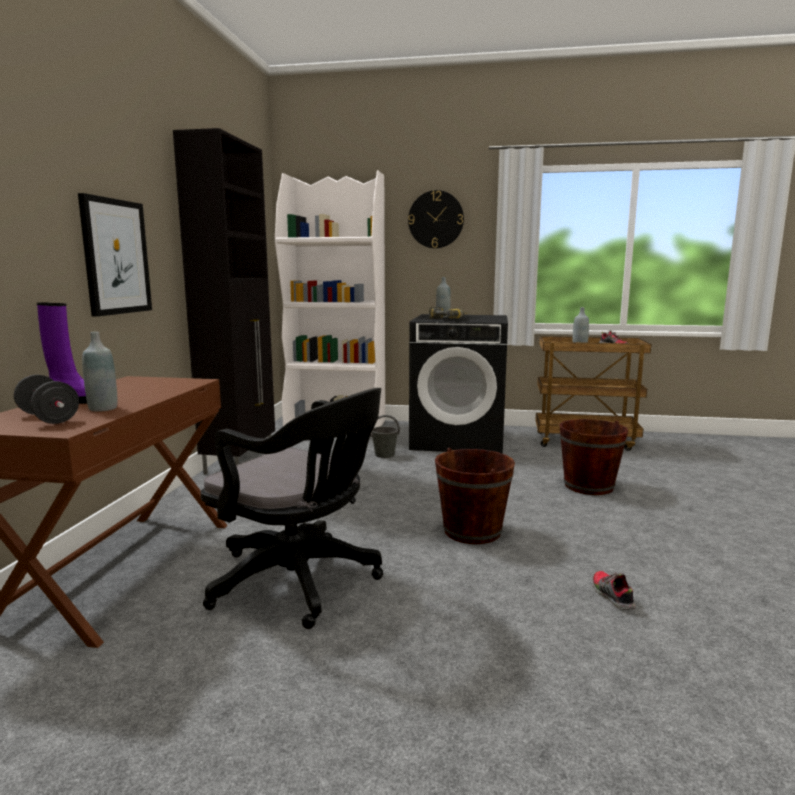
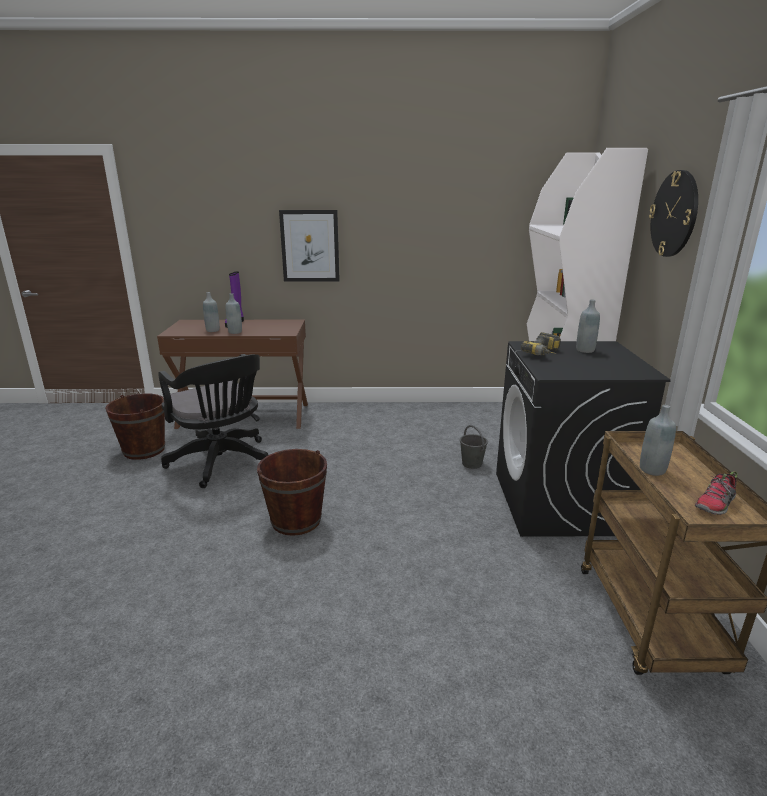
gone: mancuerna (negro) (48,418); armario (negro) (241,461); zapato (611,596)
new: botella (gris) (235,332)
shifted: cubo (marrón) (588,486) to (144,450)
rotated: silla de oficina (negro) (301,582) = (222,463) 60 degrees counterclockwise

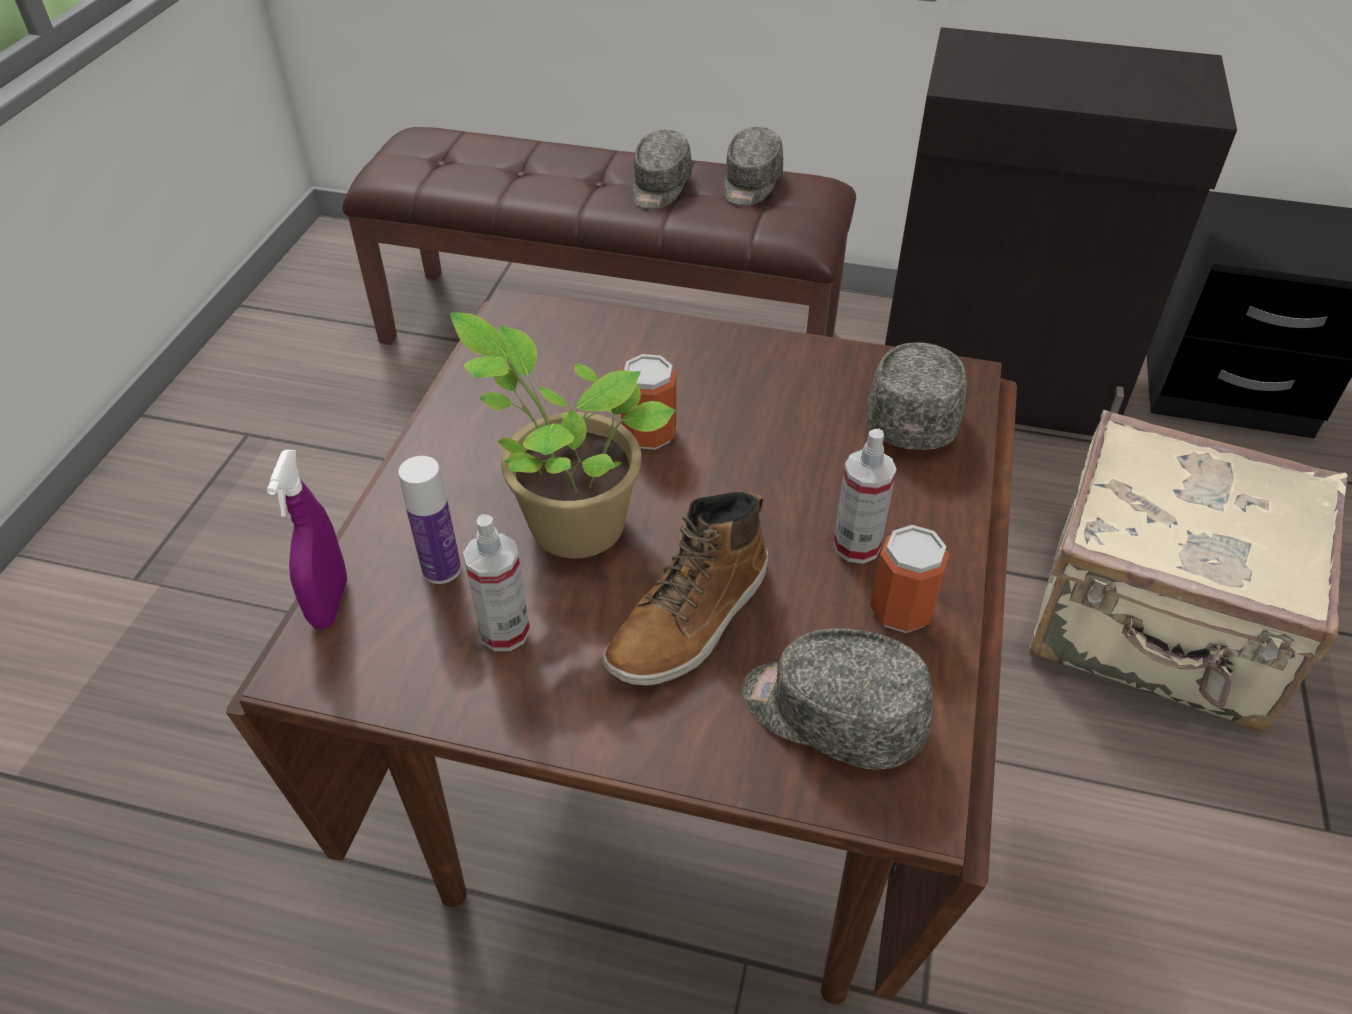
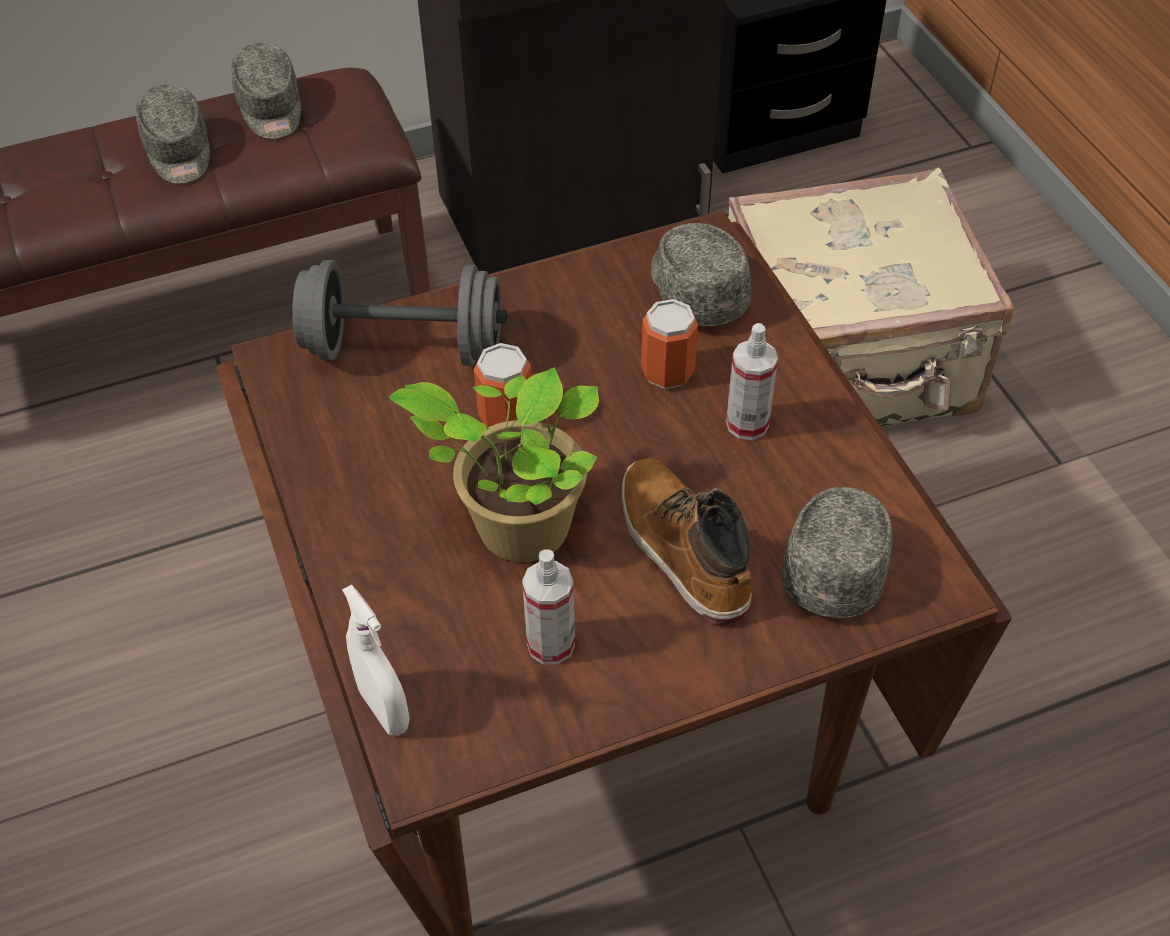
gone: botella (441,569)
new: mancuerna (gris) (404,347)
shifted: lata (901,610) to (667,372)
repainted: pulverizador (morado) (329,603) to pulverizador (blanco) (384,709)
rotated: bota (691,620) = (681,551) 150 degrees clockwise; gorra (gris) (832,714) = (838,561) 120 degrees clockwise

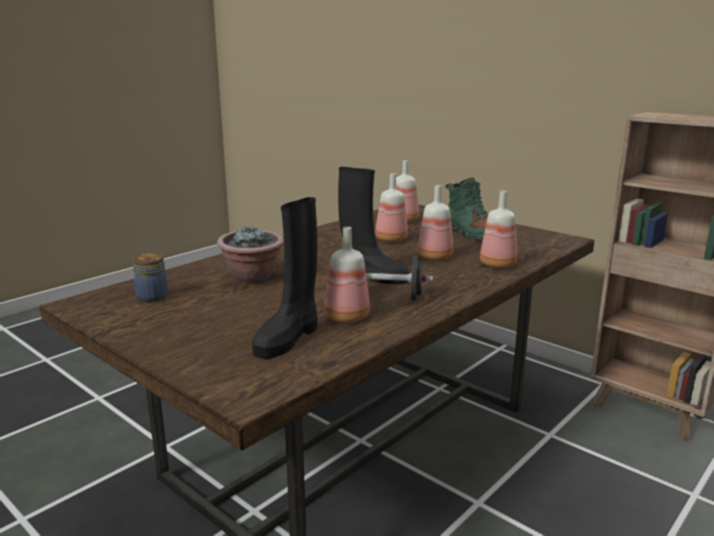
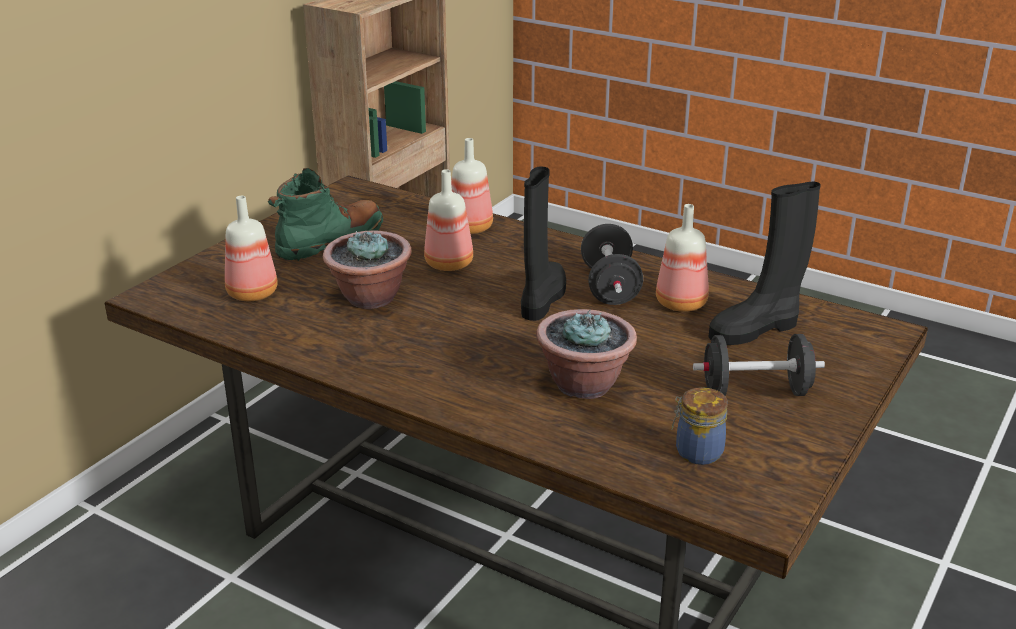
new: mancuerna (negro) (755,391)
swapped: botella (390,239) to planta en maceta (370,298)
rotated: bota (negro) (288,338) = (756,329) 135 degrees clockwise

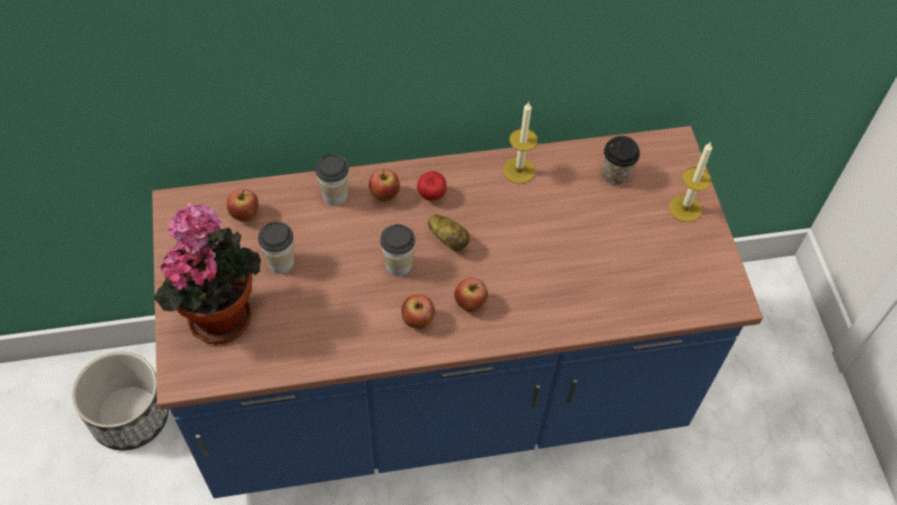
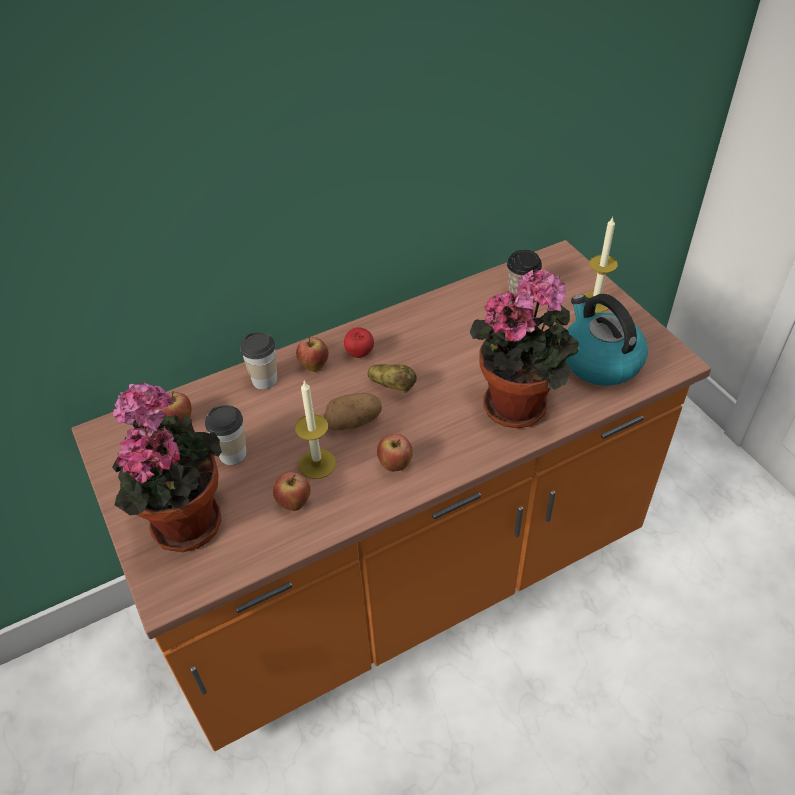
gone: maceta (130,416)
new: planta en maceta (520,404); hervidor (599,361)
shifted: manzana (470,304) to (294,503); vela (519,170) to (317,464)
swapped: taza (398,265) to patata (353,422)
repainted: mueble bajo de cocina (azul) (442,396) to mueble bajo de cocina (naranja) (404,578)

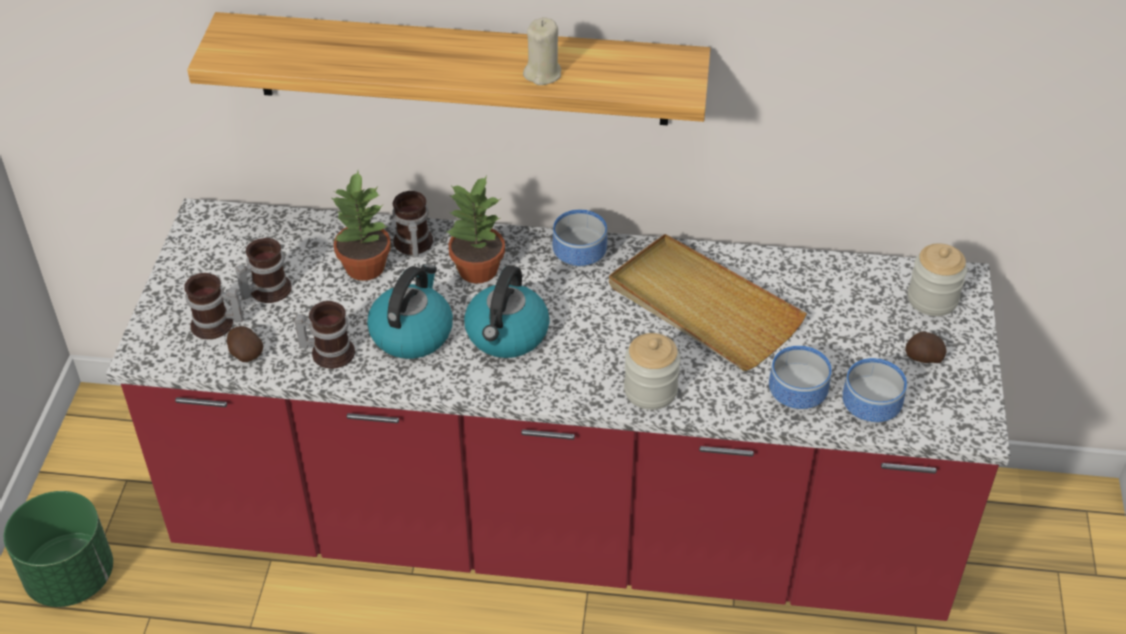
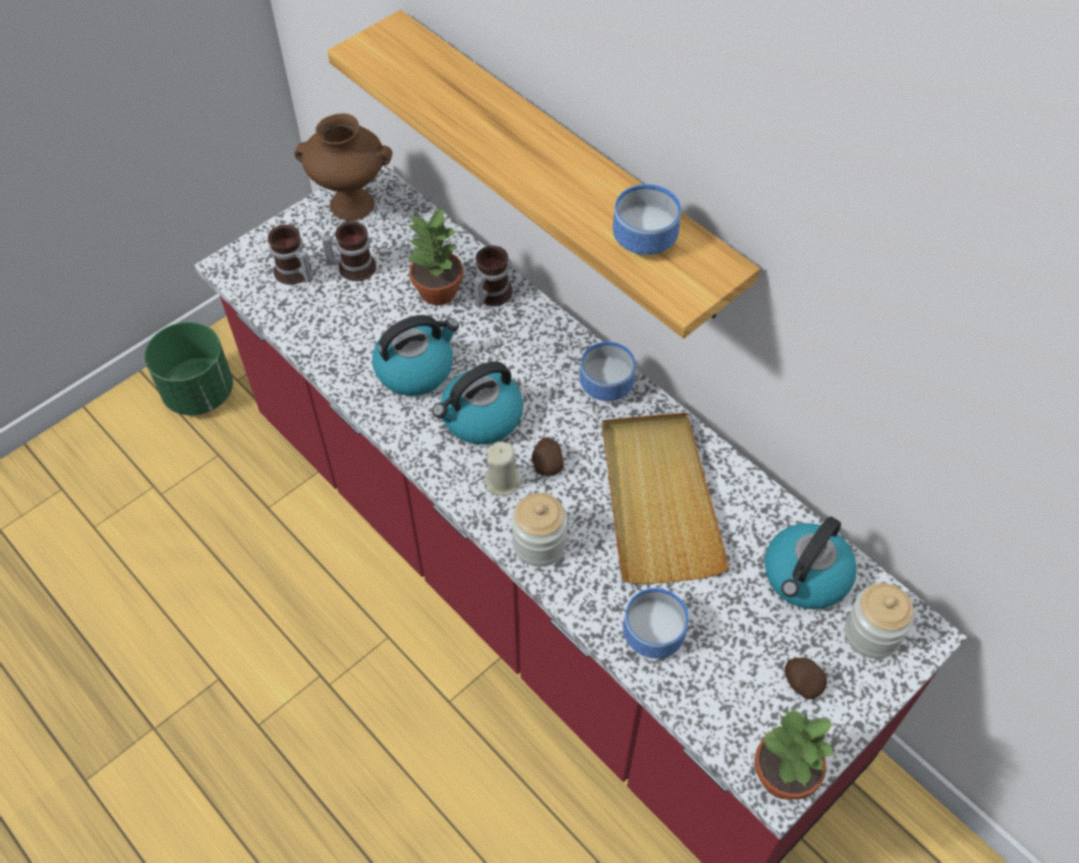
gone: taza grande (329,351)
new: florero (marrón) (351,206); hervidor (805,577)
shifted: patata (245,353) to (547,464); planta en maceta (476,270) to (782,775); vela (beis) (543,74) to (503,481); cuenco (870,405) to (646,238)

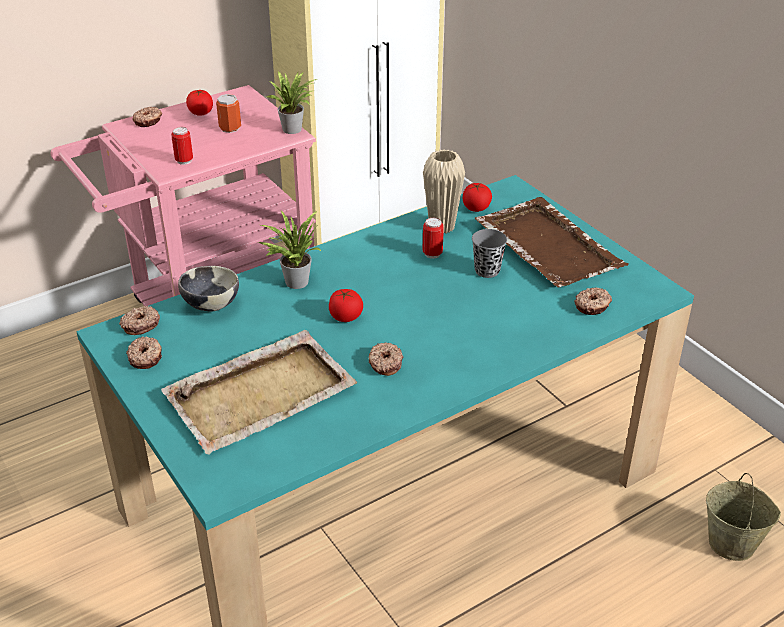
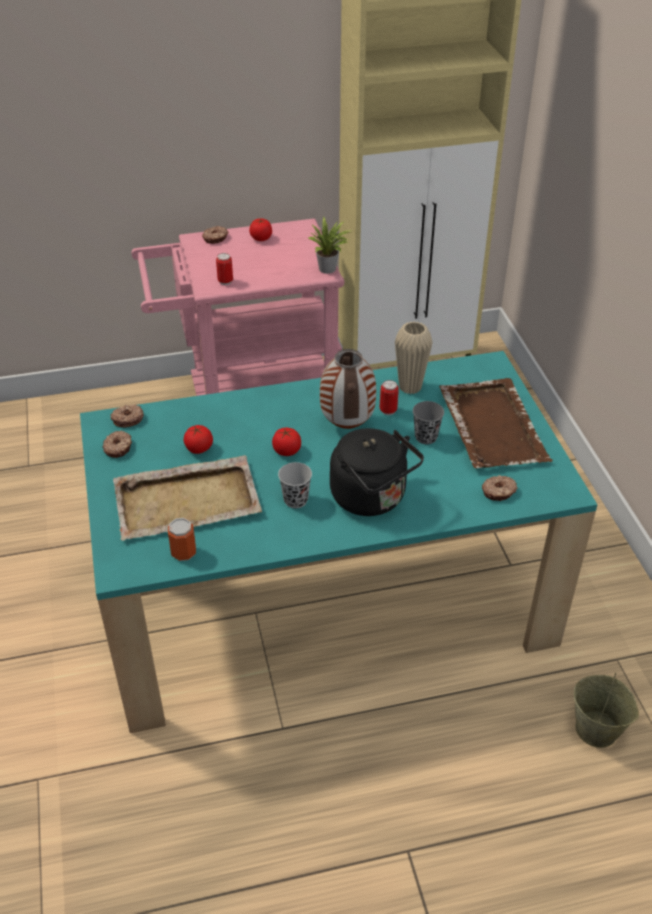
gone: cuenco (210,305); planta en maceta (294,281)
new: florero (346,425); hervidor (negro) (372,498)
shifted: lata (230,128) to (183,552); tomate (476,208) to (199,448)
swapped: rosquilla (385,364) to taza (negro) (295,500)

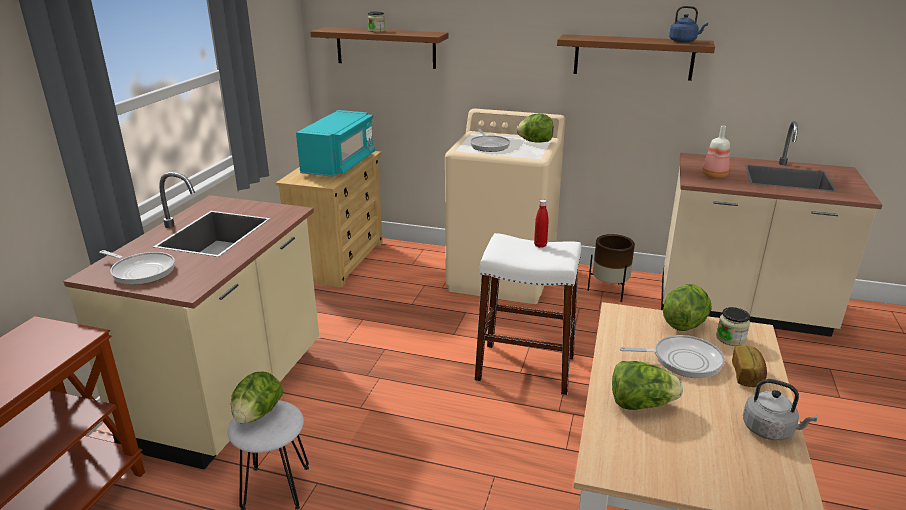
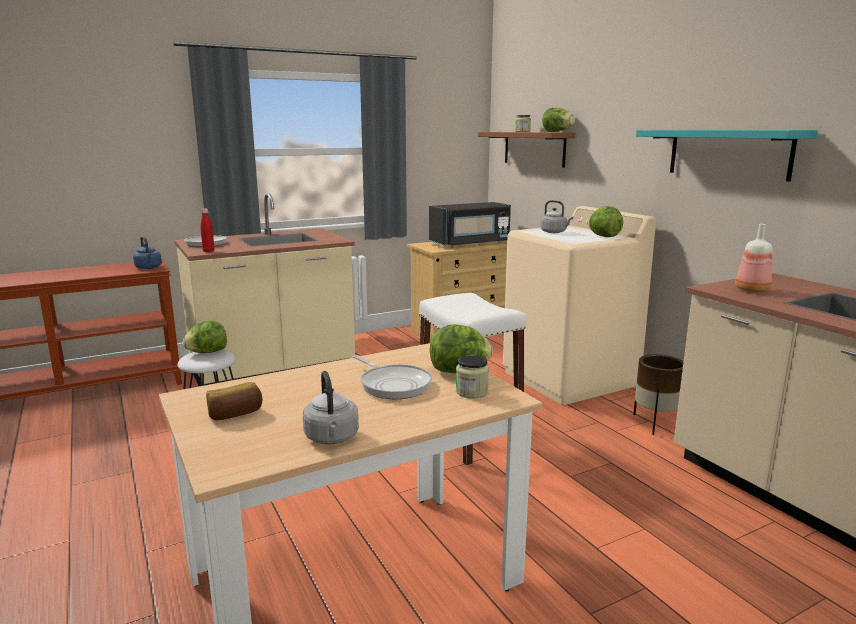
shifted: botella (rojo) (540,245) to (208,251); lechuga (641,404) to (557,132); hervidor (azul) (684,41) to (149,268); pan (747,376) to (235,414)
swapped: sartén (489,145) to hervidor (gris) (554,232)
repainted: microondas (turquesa) (339,164) to microondas (negro) (470,244); estante (marrón) (633,57) to estante (turquesa) (728,153)

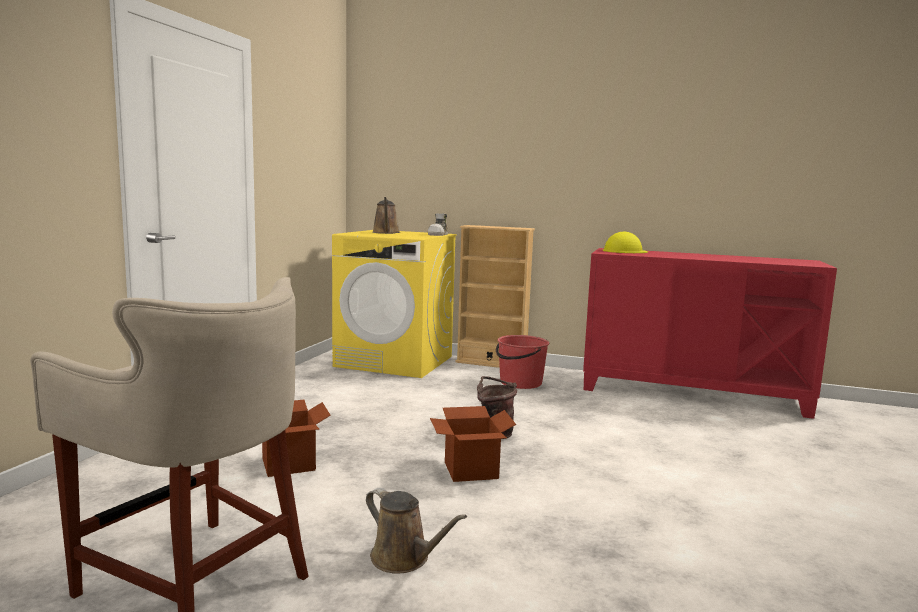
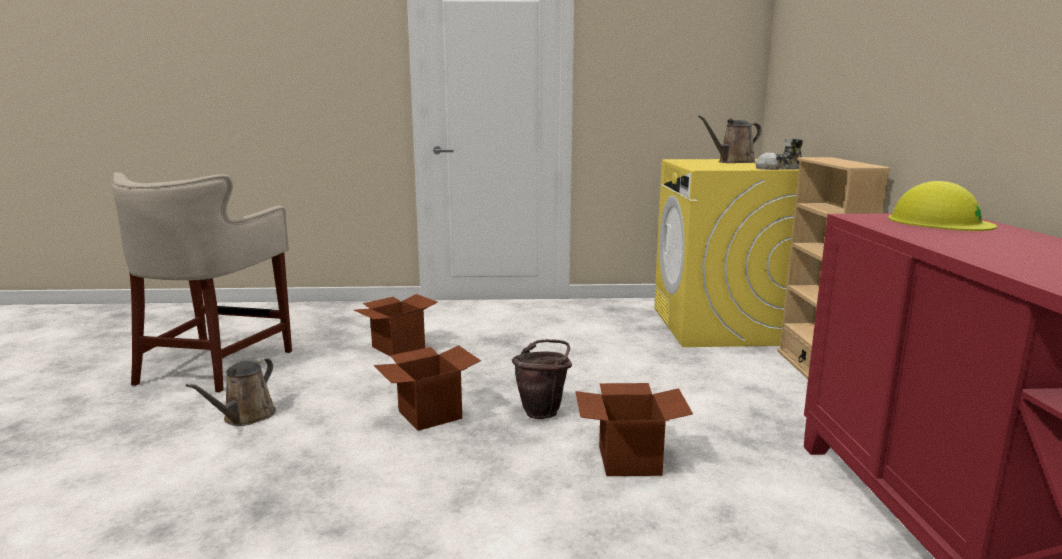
gone: cubo (rojo) (520,383)
new: caja de cartón (629,460)

